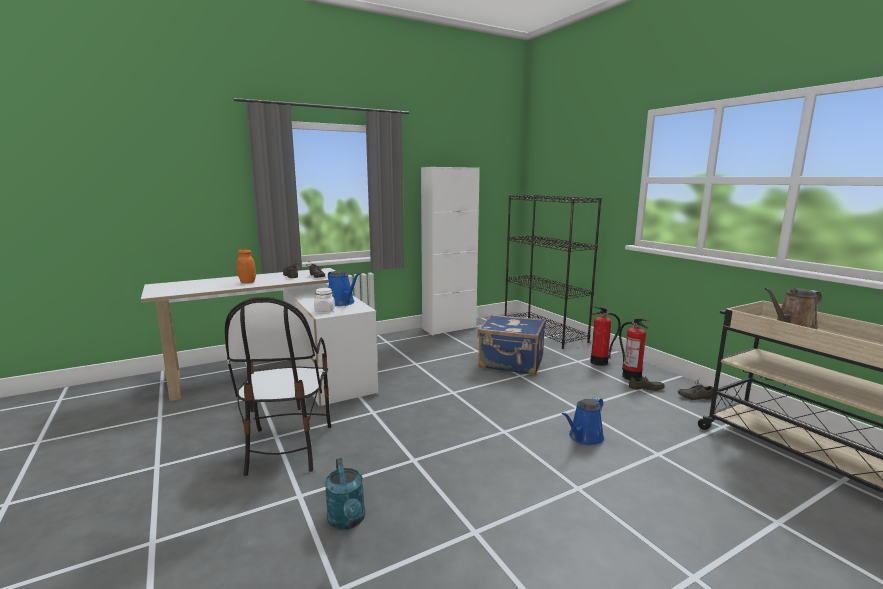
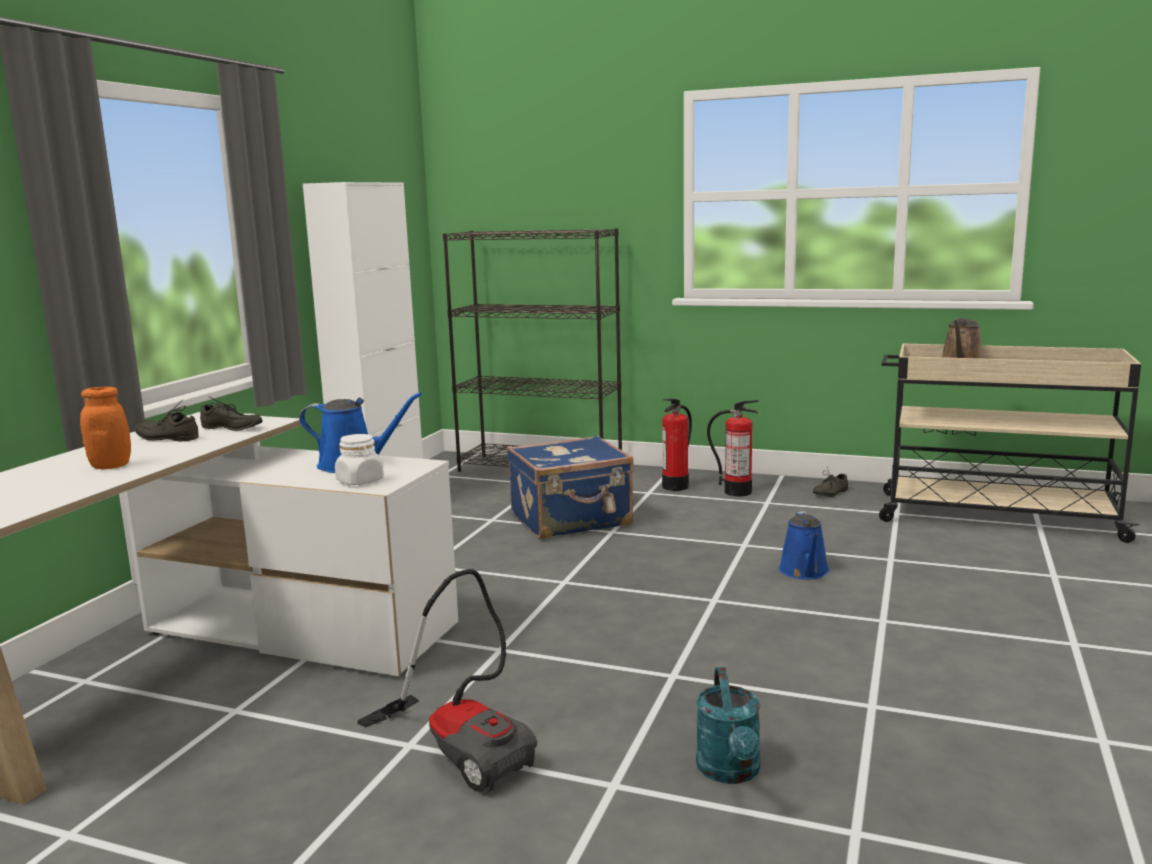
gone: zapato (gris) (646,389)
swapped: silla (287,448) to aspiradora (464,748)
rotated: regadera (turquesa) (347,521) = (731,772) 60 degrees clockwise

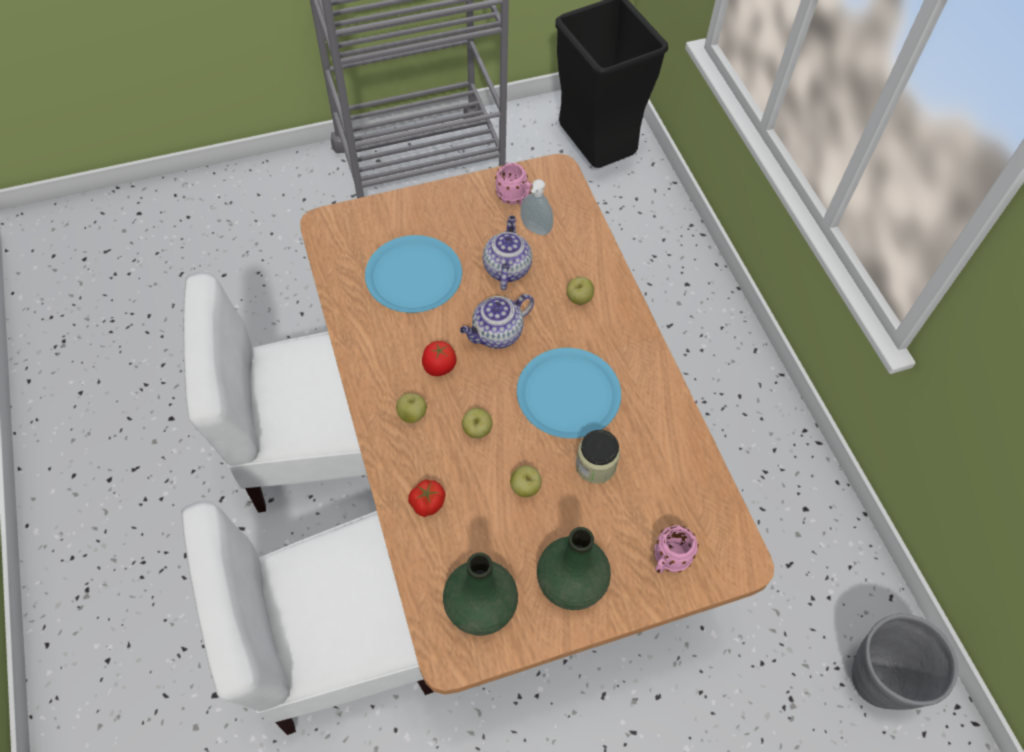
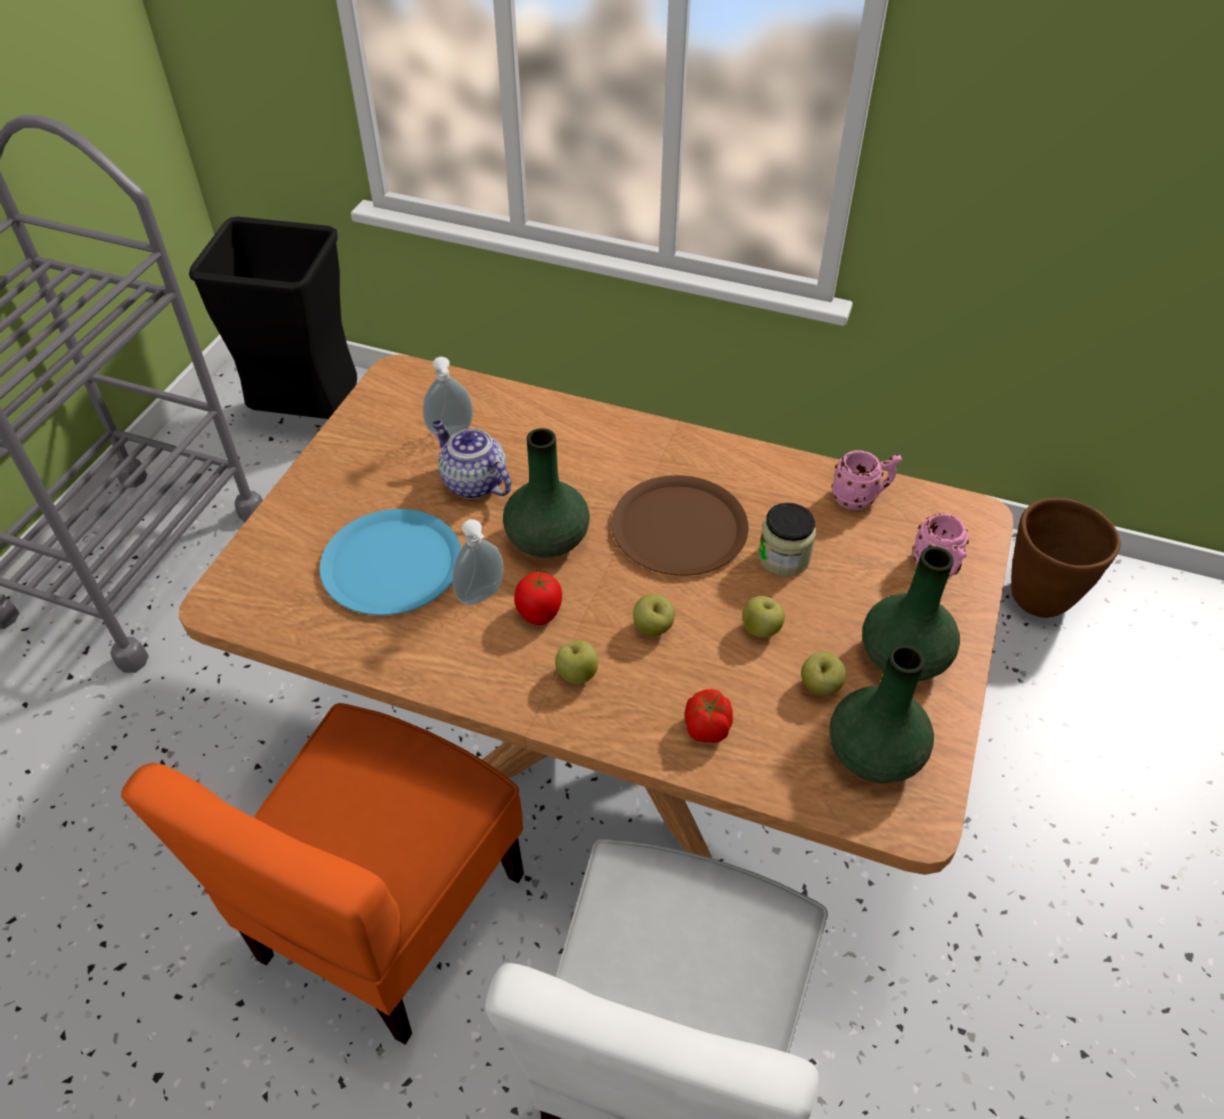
new: dispensador de jabón (482,597)
shifted: taza grande (rosa) (514,199) to (860,498); manzana (579,299) to (820,686)
swapped: tetera (496,334) to florero (verde) (548,540)
repainted: silla (blanco) (319,451) to silla (naranja) (388,915); plato (azul) (568,393) to plato (marrón) (679,527); maceta (gris) (877,681) to maceta (marrón) (1039,597)

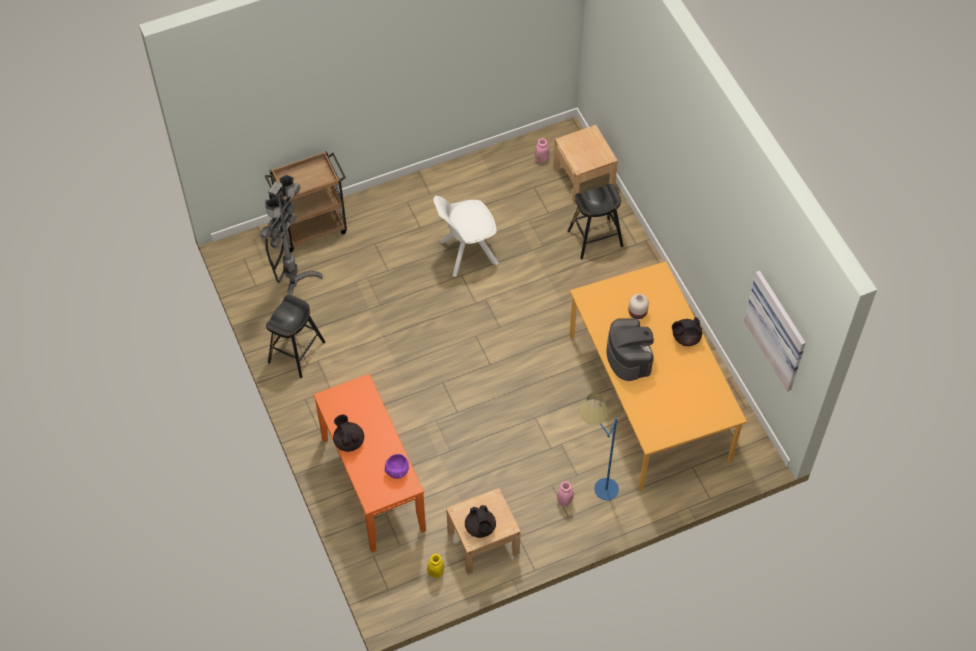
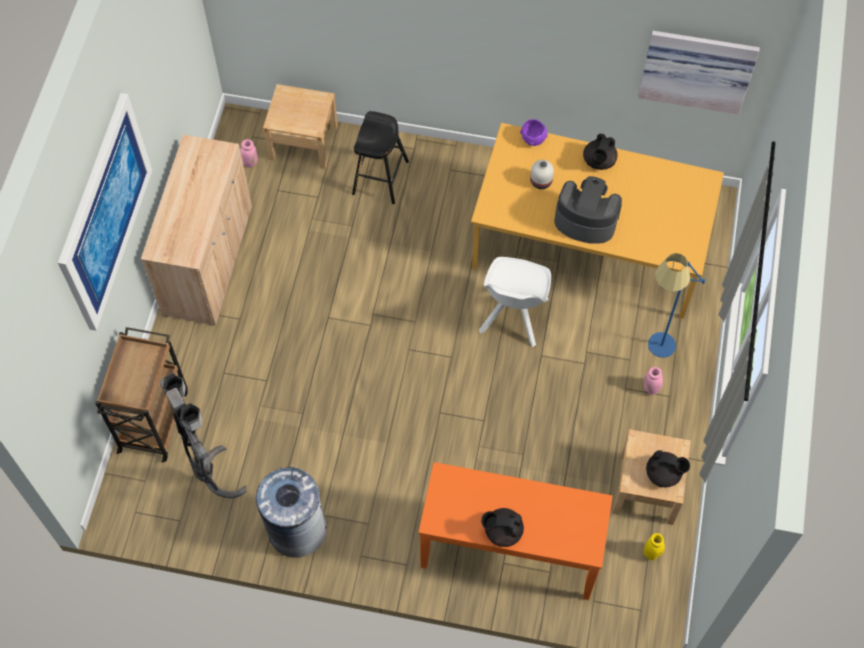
new: cuadro (104,212); armario (beis) (208,261)
shifted: cuenco (morado) (397,471) to (533,139); silla (blanco) (466,253) to (513,317)
swapped: taburete (negro) (296,352) to papelera (gris) (296,529)

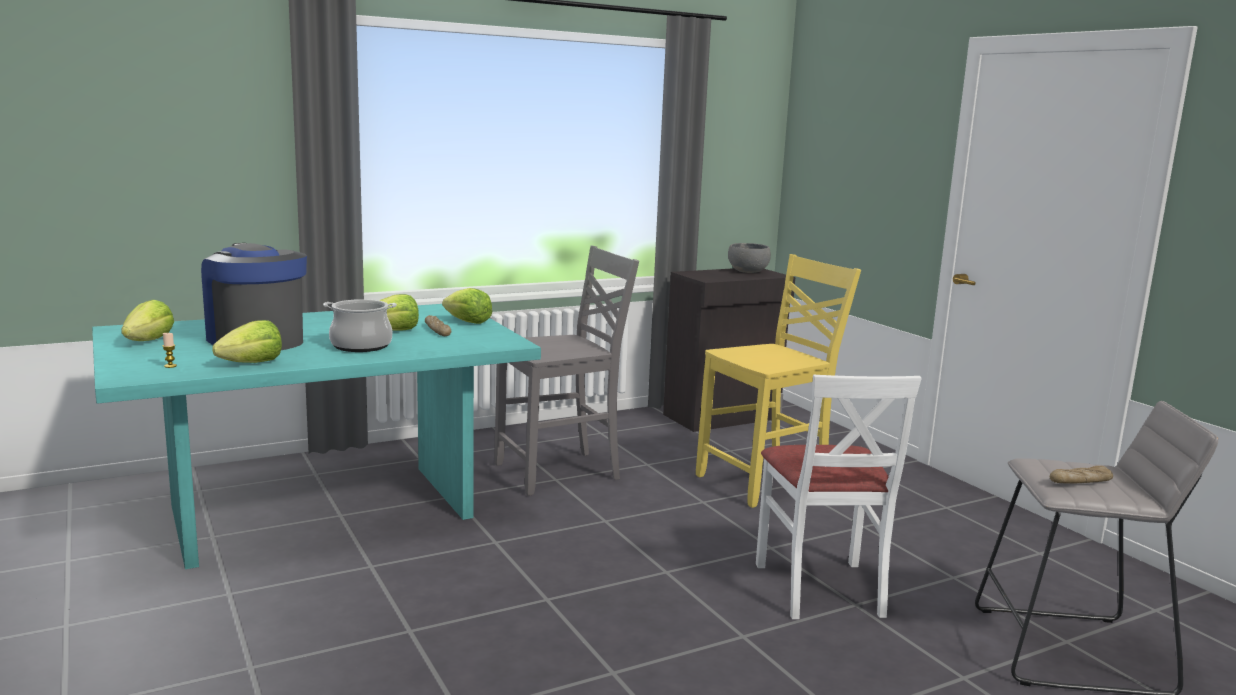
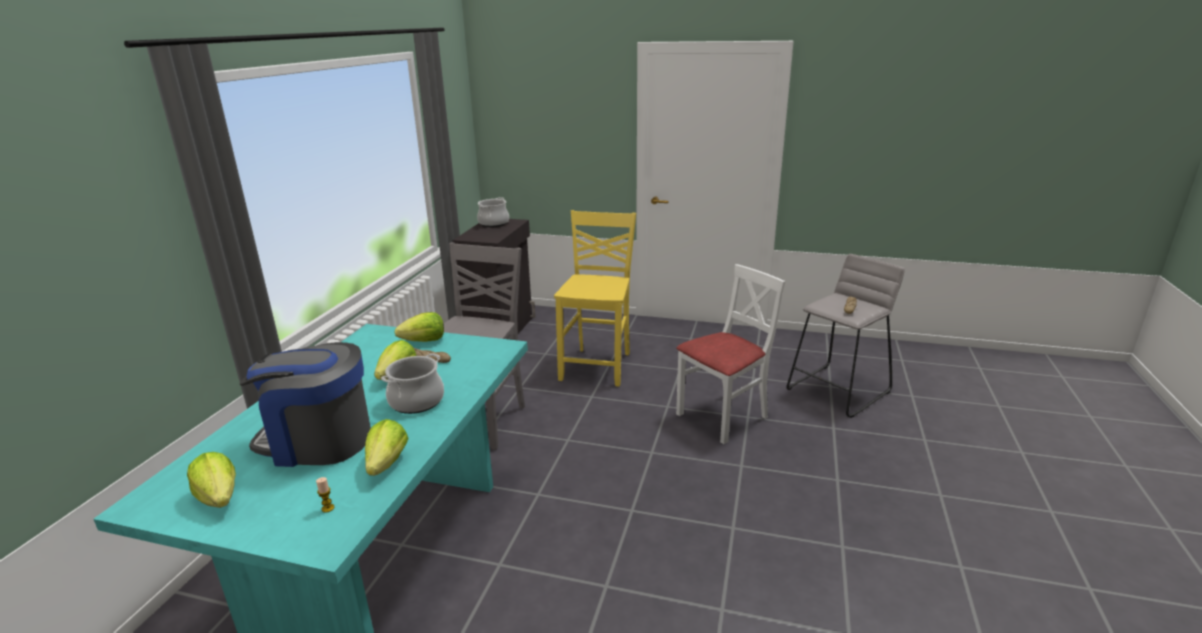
swapped: cuenco (gris) (748,271) to olla (493,223)
rotated: silla (blanco) (821,588) = (723,417) 75 degrees counterclockwise

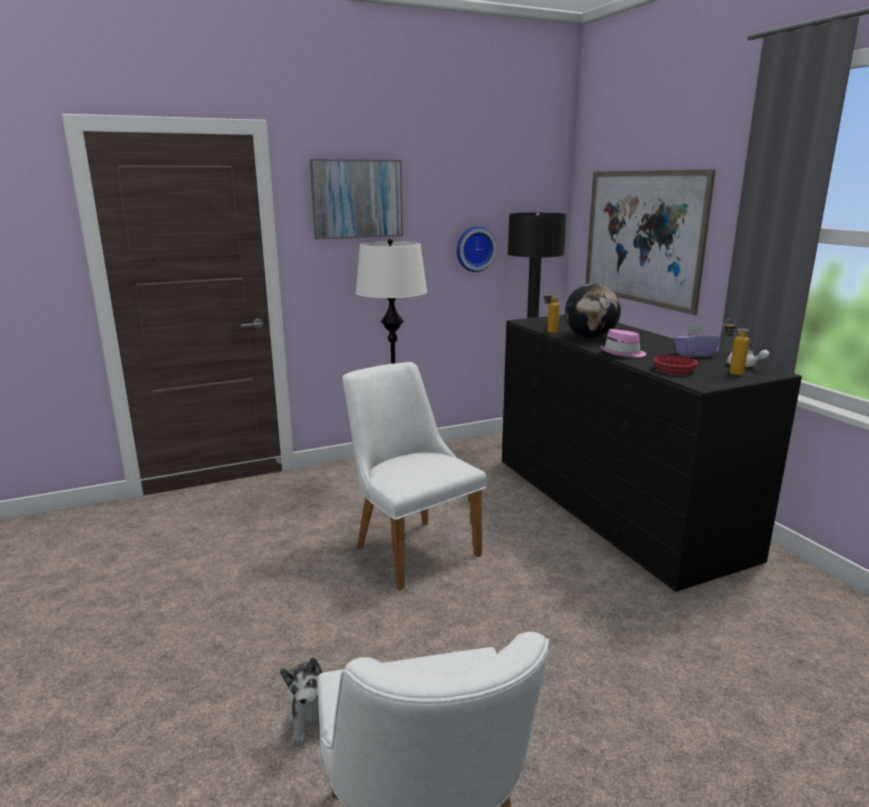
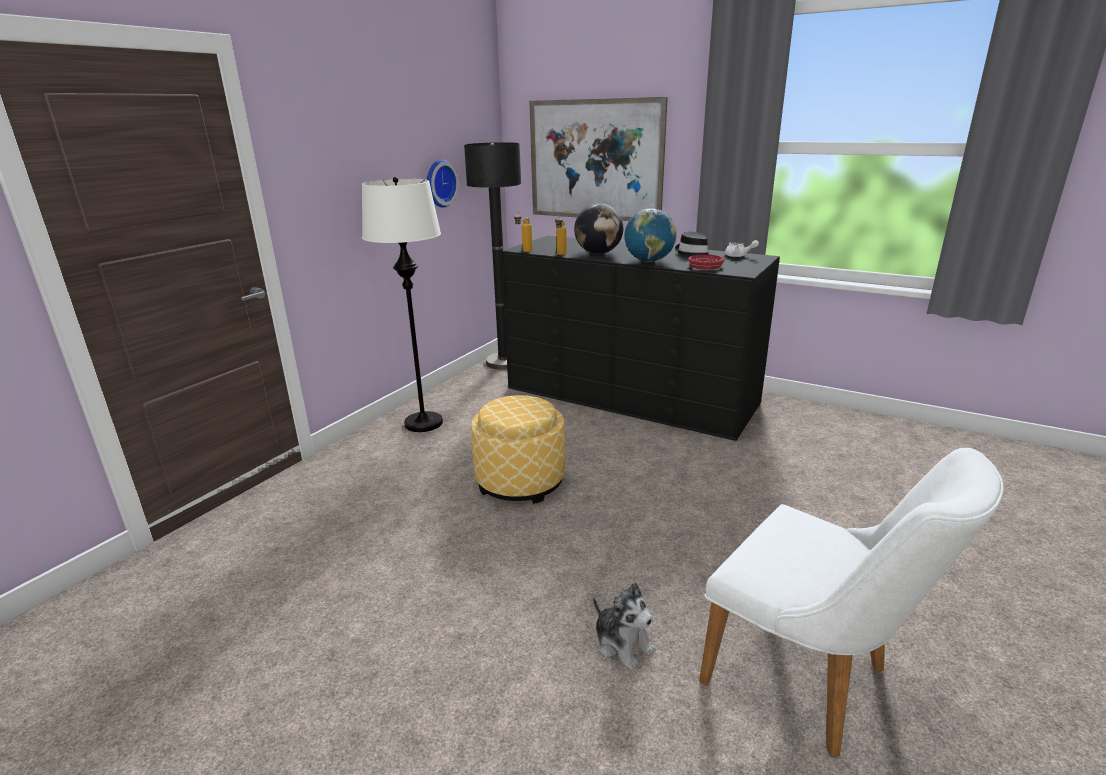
gone: cuadro (357,199)
shifted: botella (730,373) to (523,251)
swapped: silla (blanco) (409,546) to puf (520,481); sombrero (rosa) (623,353) to globo terráqueo (649,261); caja de pañuelos (morado) (694,354) to sombrero (negro) (693,253)

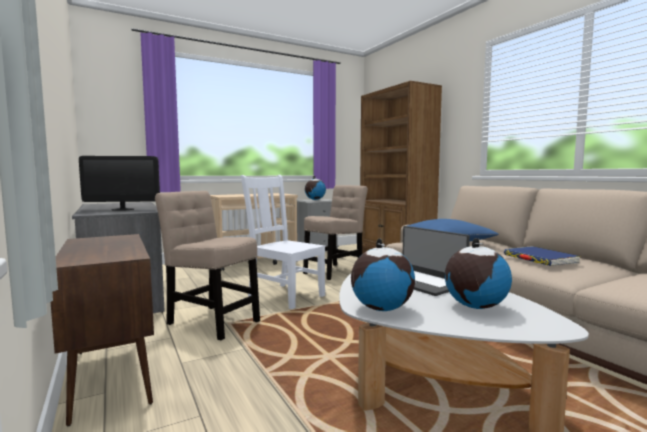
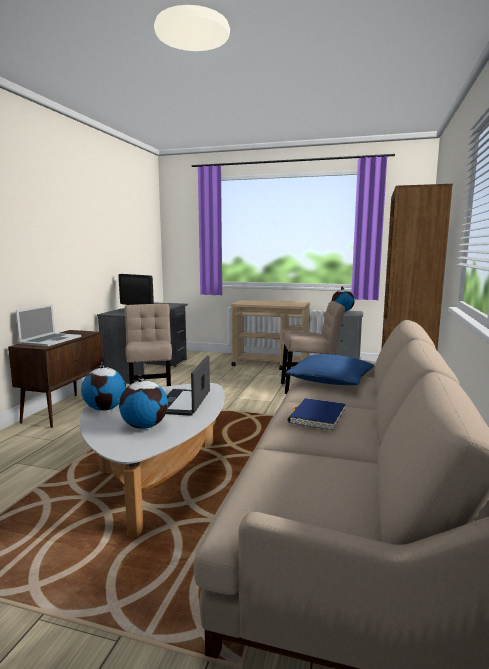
gone: silla (blanco) (284,295)
new: portátil (50,340)

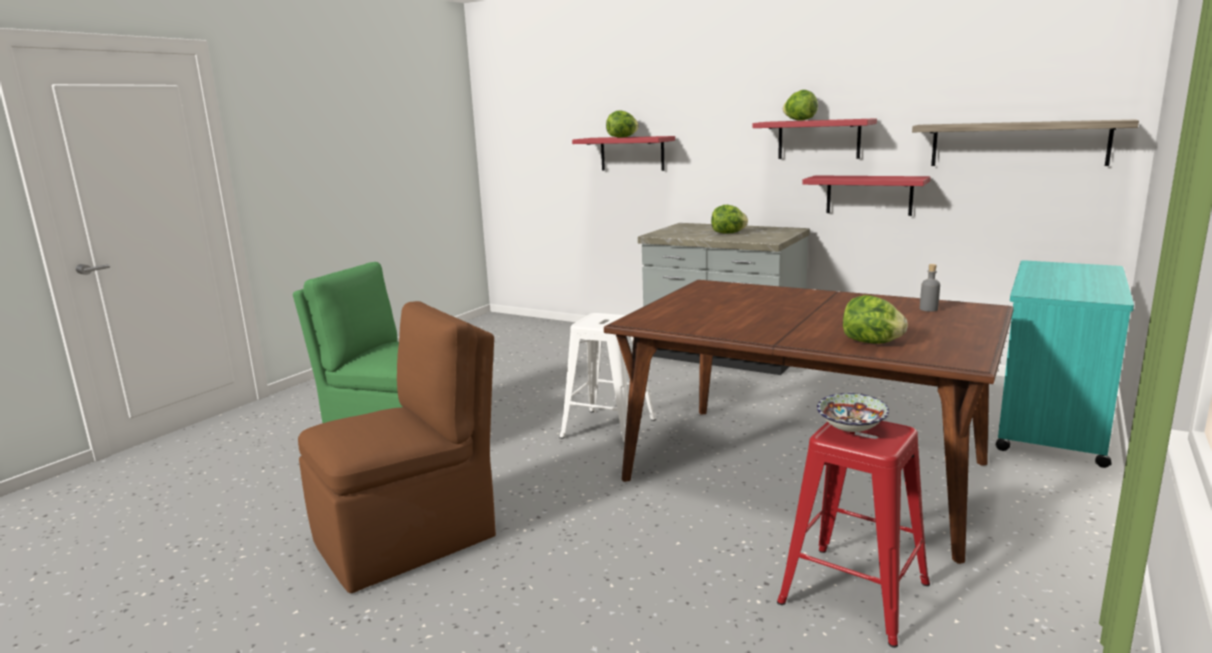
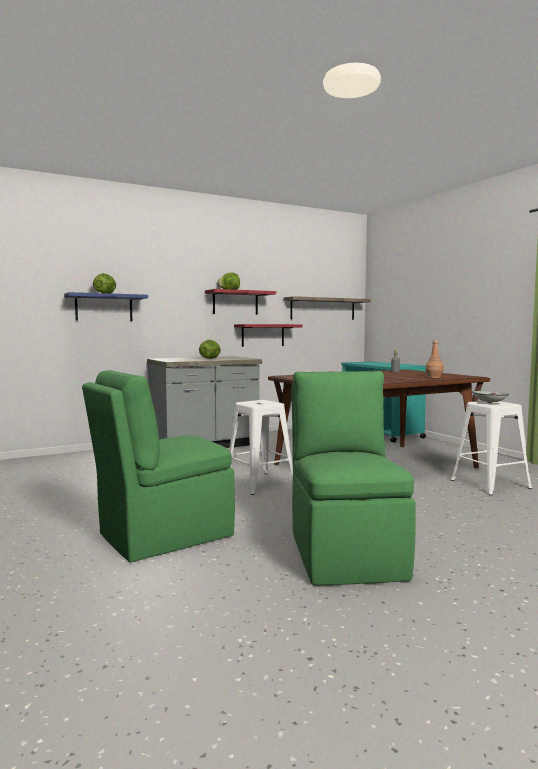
swapped: lechuga (871,342) to botella (marrón) (434,377)
repainted: silla (marrón) (410,538) to silla (verde) (346,553); estante (rojo) (632,153) to estante (azul) (104,307); taburete (rojo) (852,593) to taburete (blanco) (490,484)

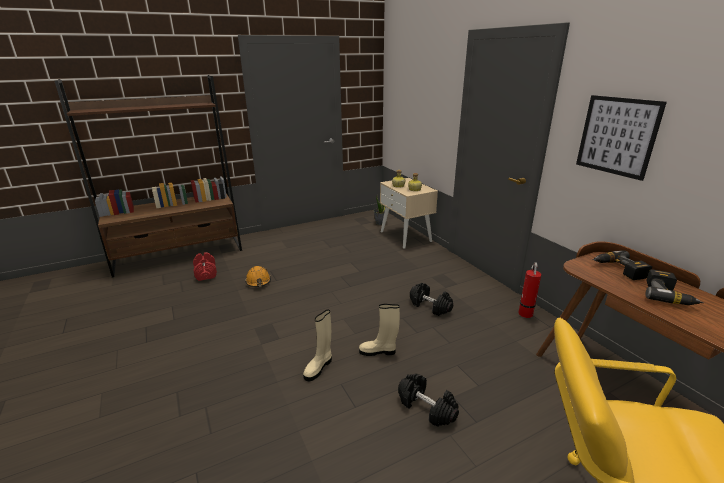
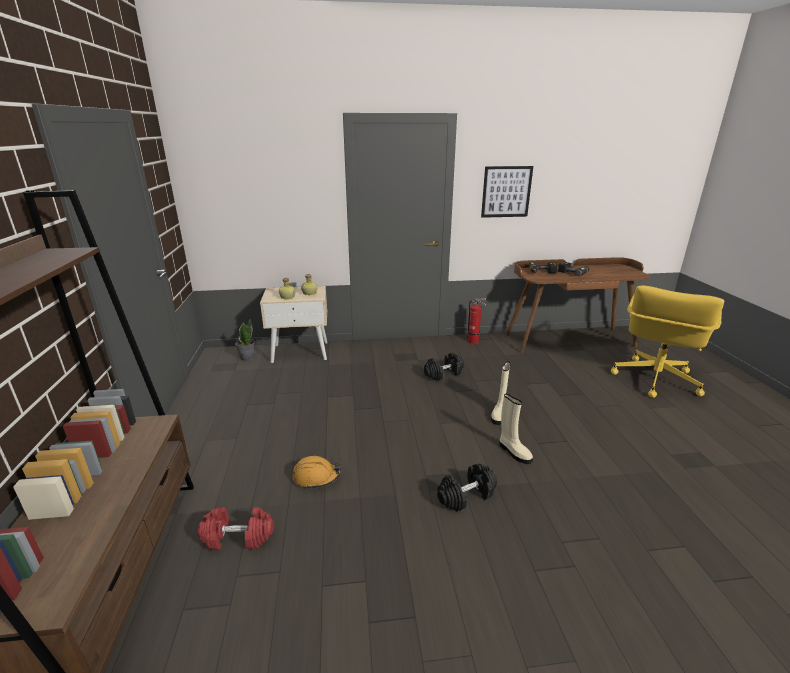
shifted: mancuerna (negro) (427,408) to (466,495)

